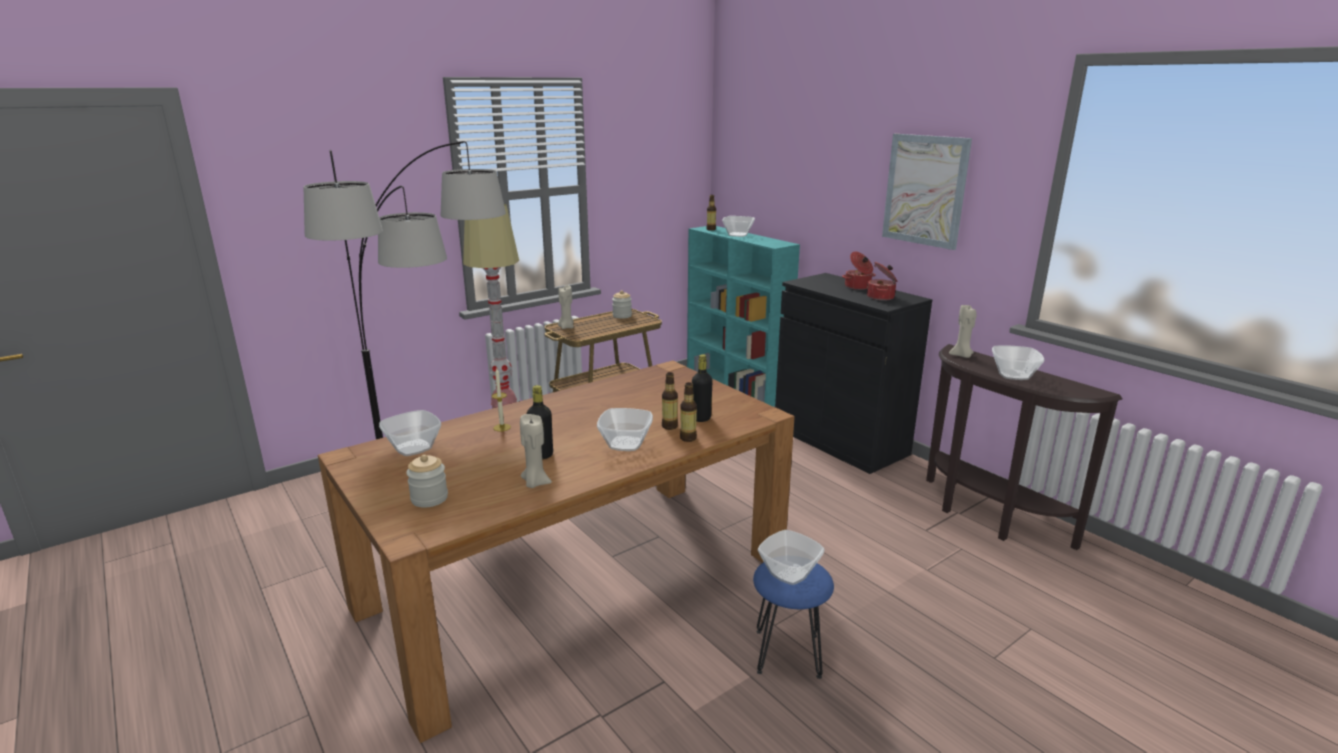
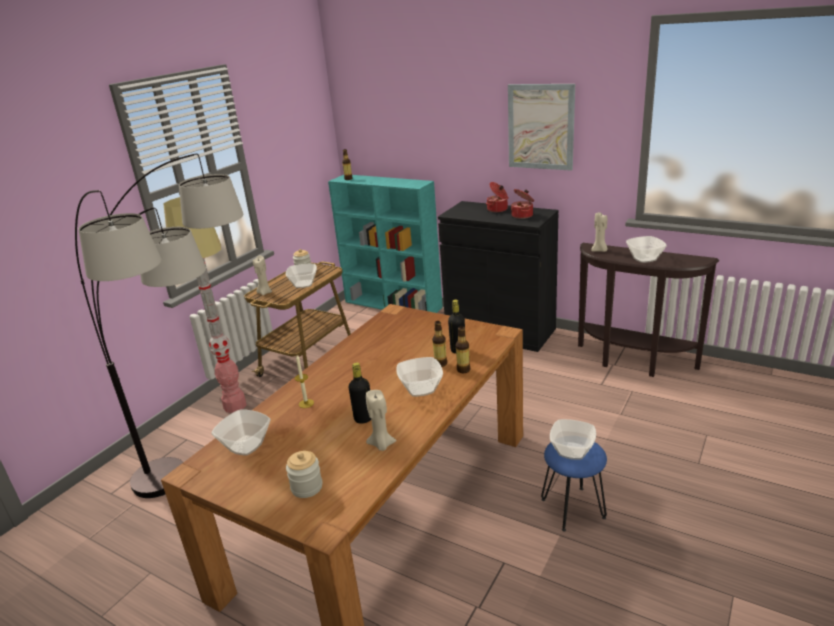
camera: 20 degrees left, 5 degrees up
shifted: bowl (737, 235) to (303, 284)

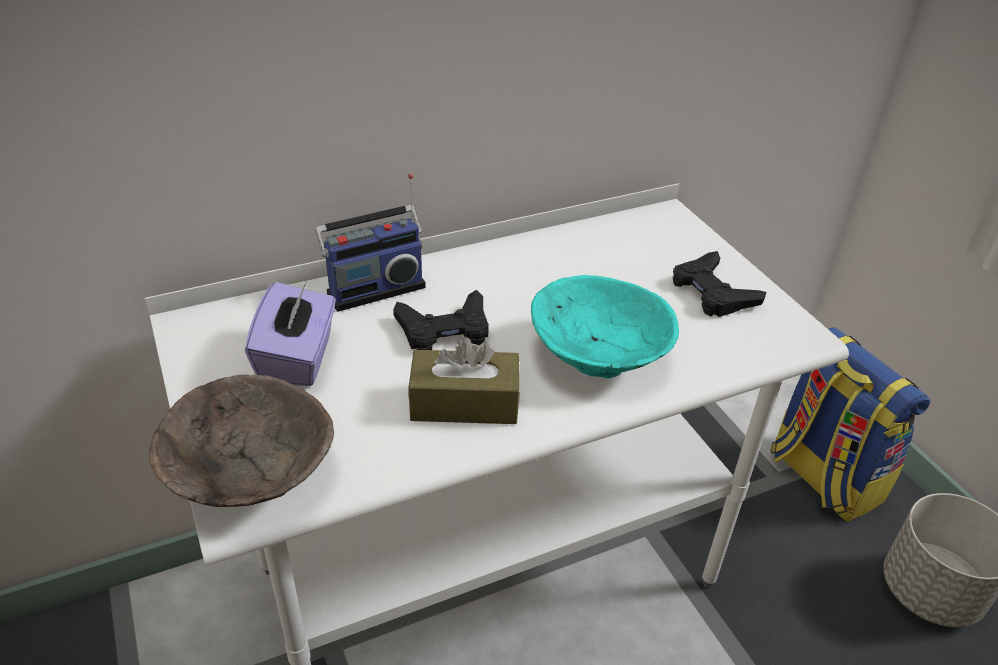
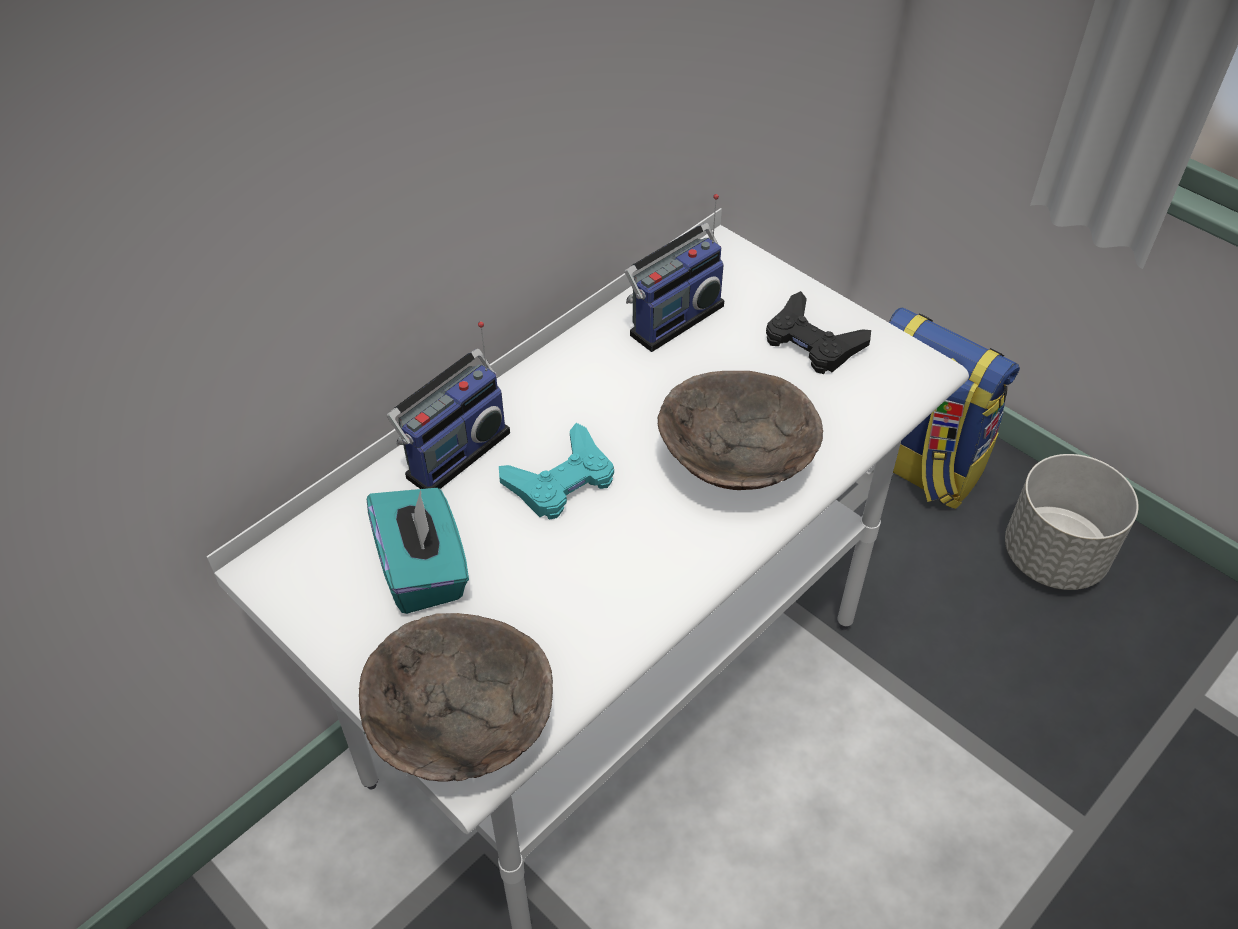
camera: 20 degrees left, 10 degrees up
gone: brown tissue box (464, 403)
new: radio (672, 318)
repainted: purple tissue box (298, 358) to turquoise tissue box (424, 570); black game controller (444, 330) to turquoise game controller (561, 481); turquoise bowl (597, 358) to brown bowl (735, 463)

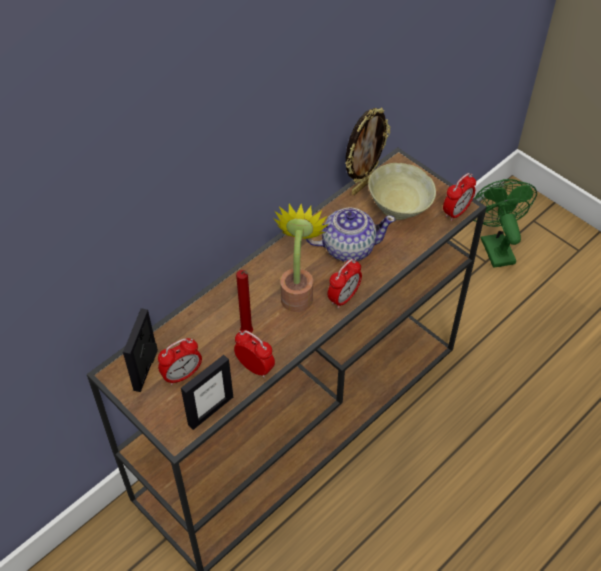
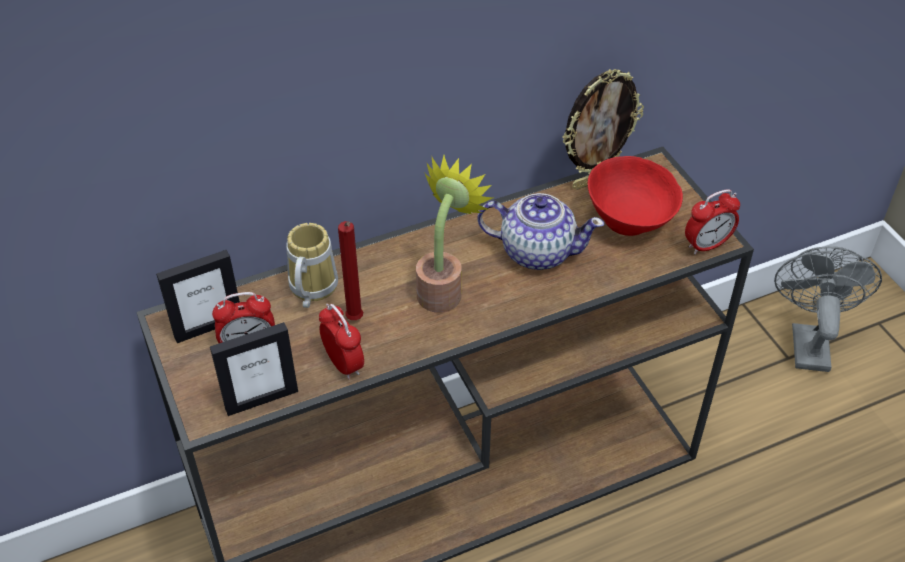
camera: 20 degrees right, 5 degrees down
gone: alarm clock (343, 298)
new: mug (309, 290)
repainted: beige bowl (399, 209) to red bowl (629, 222); green fan (494, 246) to grey fan (808, 341)
rotated: picture frame (146, 369) = (208, 327) 150 degrees counterclockwise

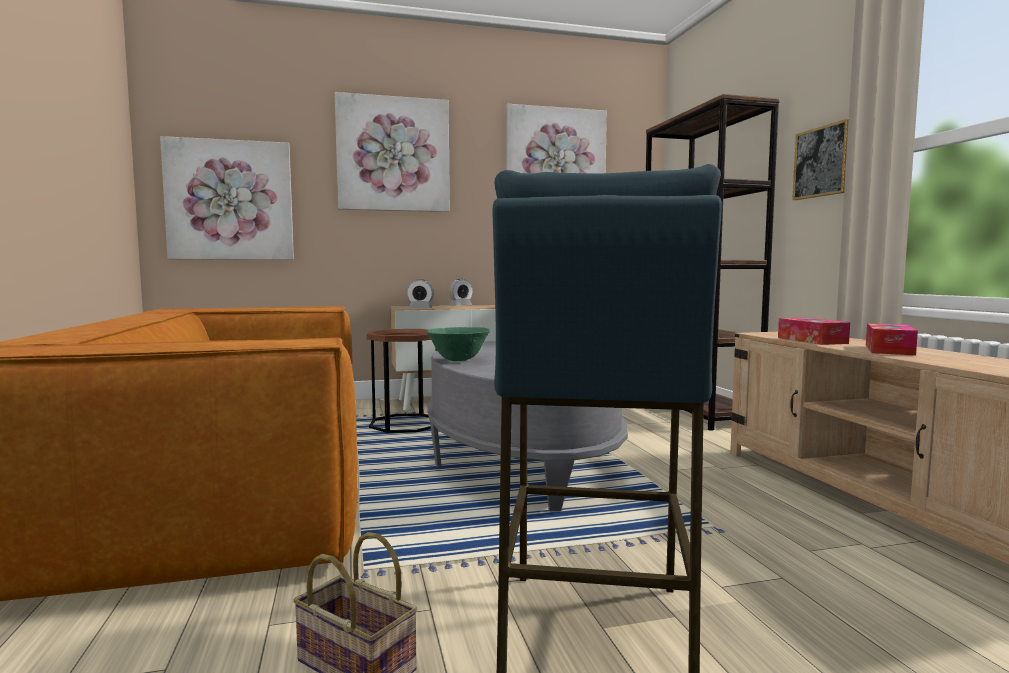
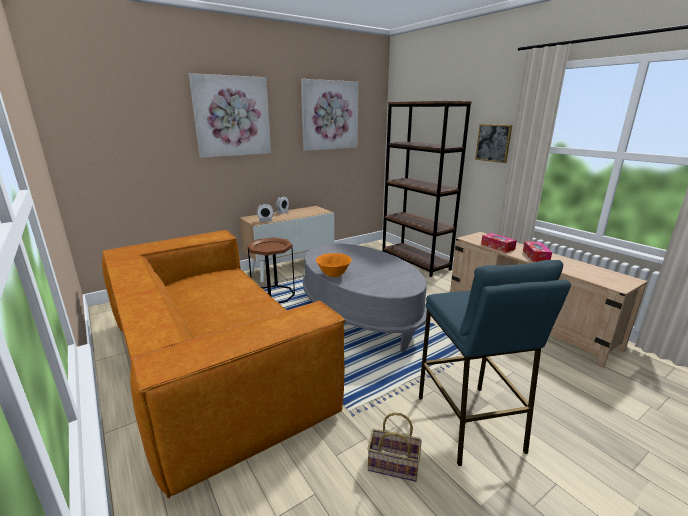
camera: 20 degrees left, 15 degrees up
gone: picture (230, 200)
repainted: green bowl (458, 360) to orange bowl (333, 275)

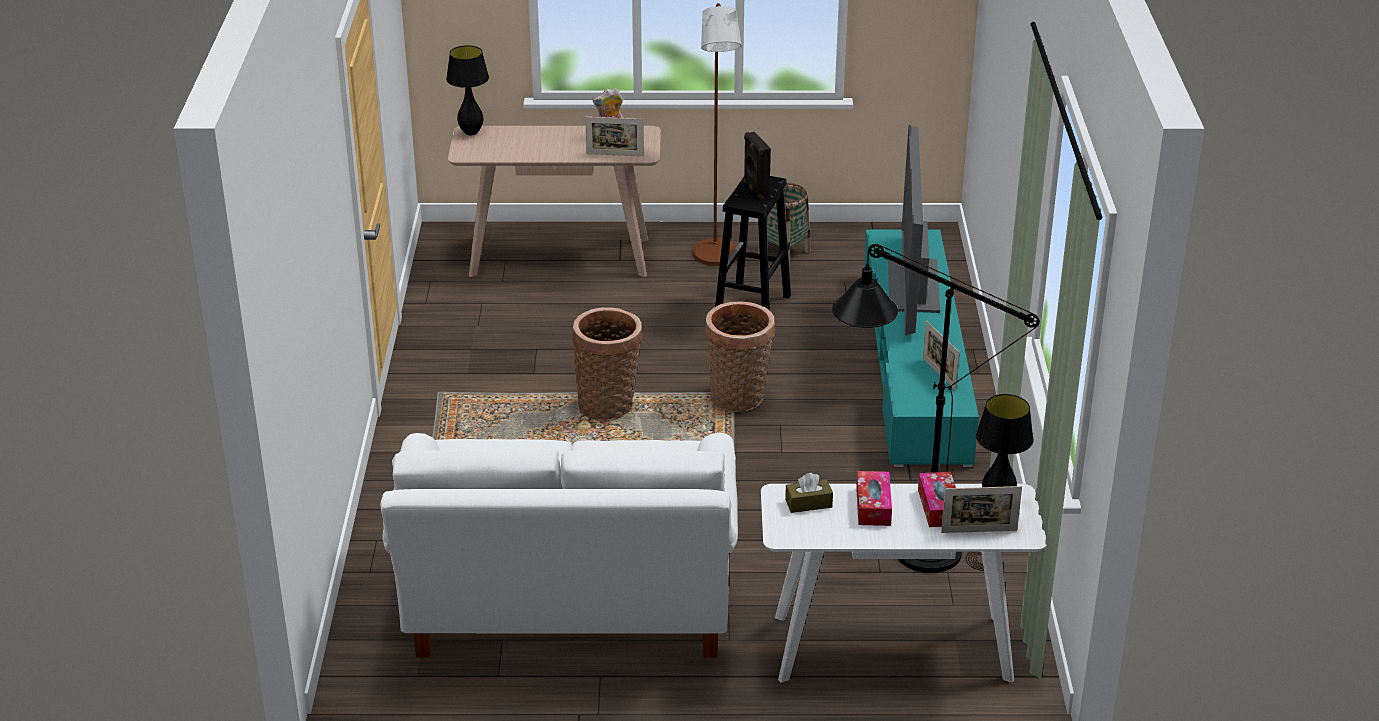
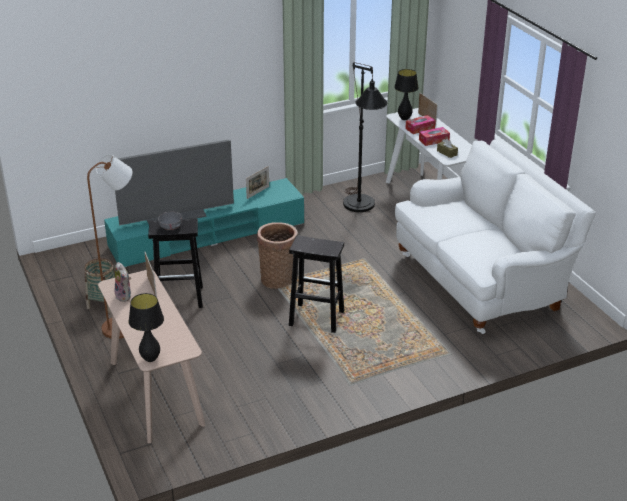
camera: 115 degrees left, 0 degrees up
swapped: basket (609, 405) to black stool (315, 318); black speaker (755, 190) to grey bowl (170, 227)

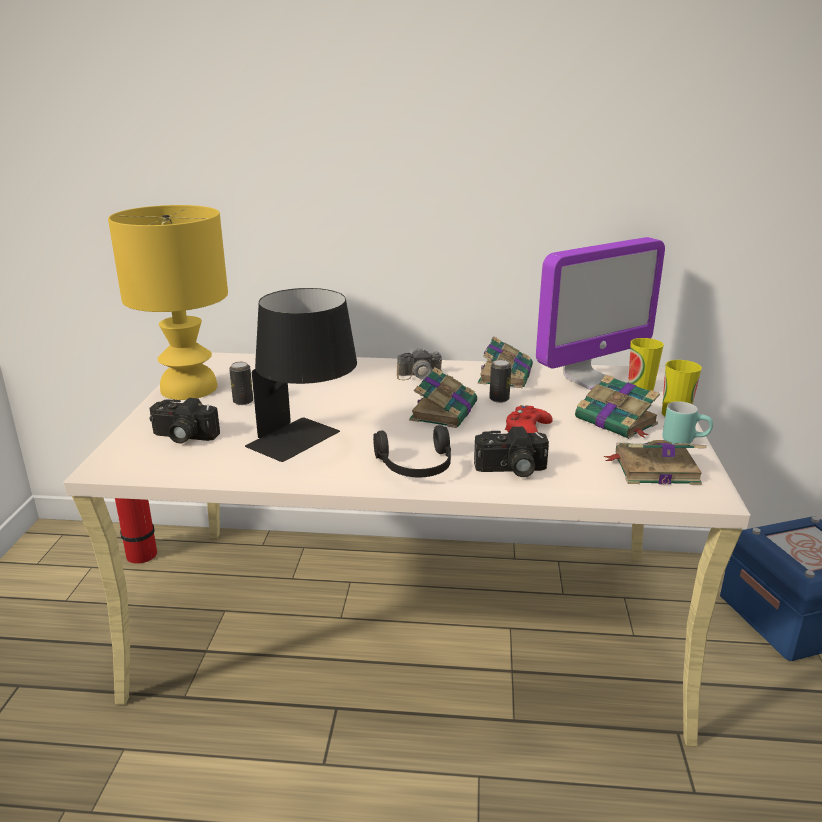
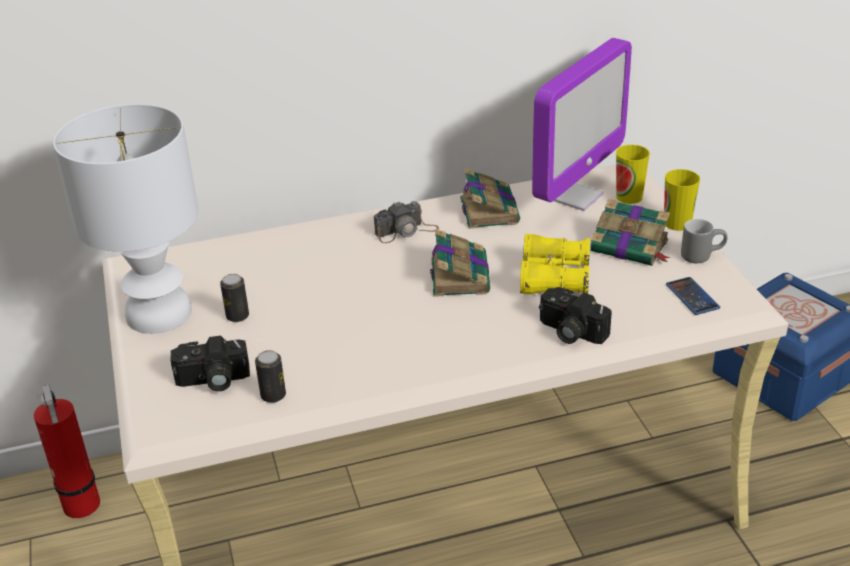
camera: 20 degrees left, 10 degrees up
gone: black table lamp (307, 443); black headphones (416, 466)
shifted: can (499, 399) to (273, 395)
swapped: red game controller (527, 429) to yellow binoculars (554, 278); book (653, 469) to phone (692, 296)
repainted: yellow table lamp (187, 388) to white table lamp (157, 314); turquoise mug (684, 441) to grey mug (701, 255)
rotated: photo camera (511, 470) = (569, 332) 60 degrees clockwise

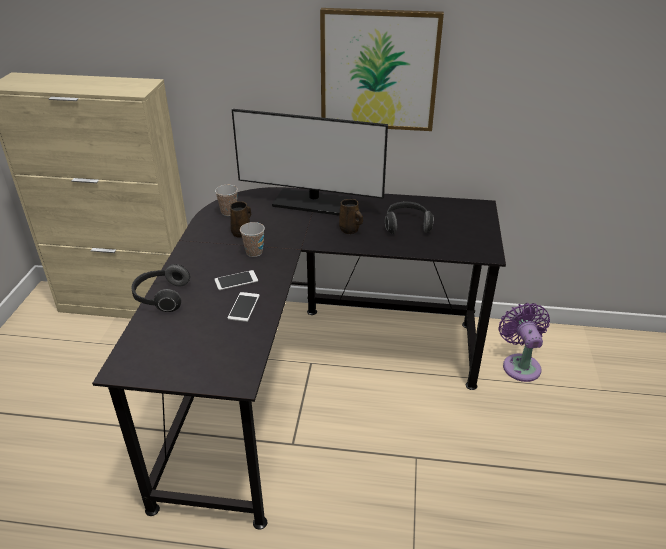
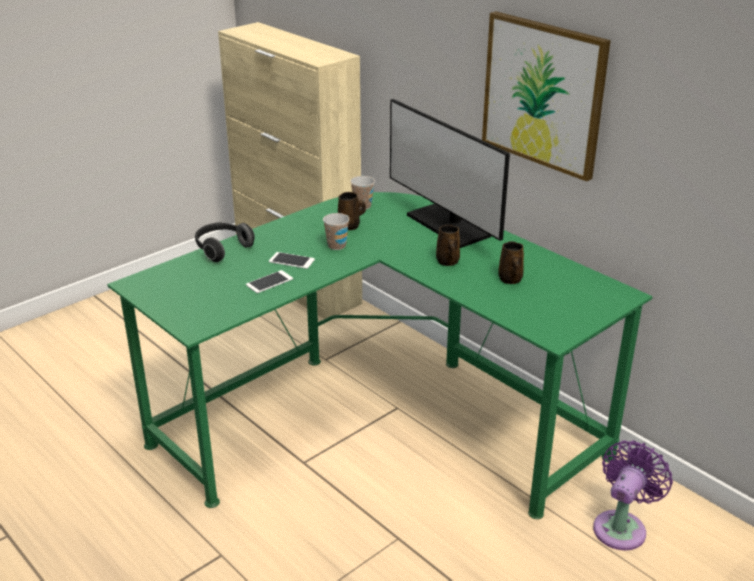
camera: 40 degrees right, 5 degrees down
swapped: headphones (406, 225) to brown mug (510, 280)
repainted: black desk (307, 377) to green desk (379, 418)

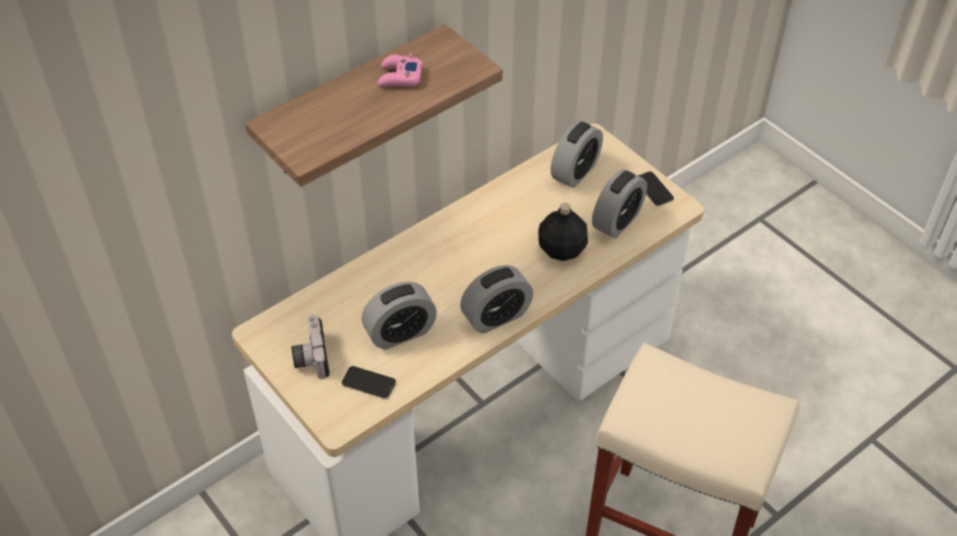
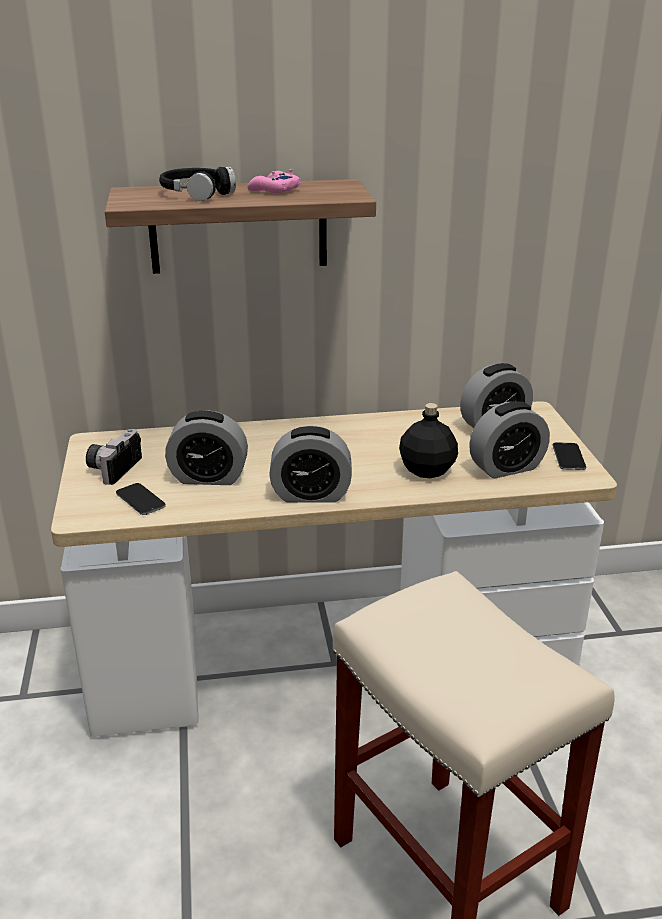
camera: 30 degrees right, 20 degrees down
new: black headphones (197, 193)

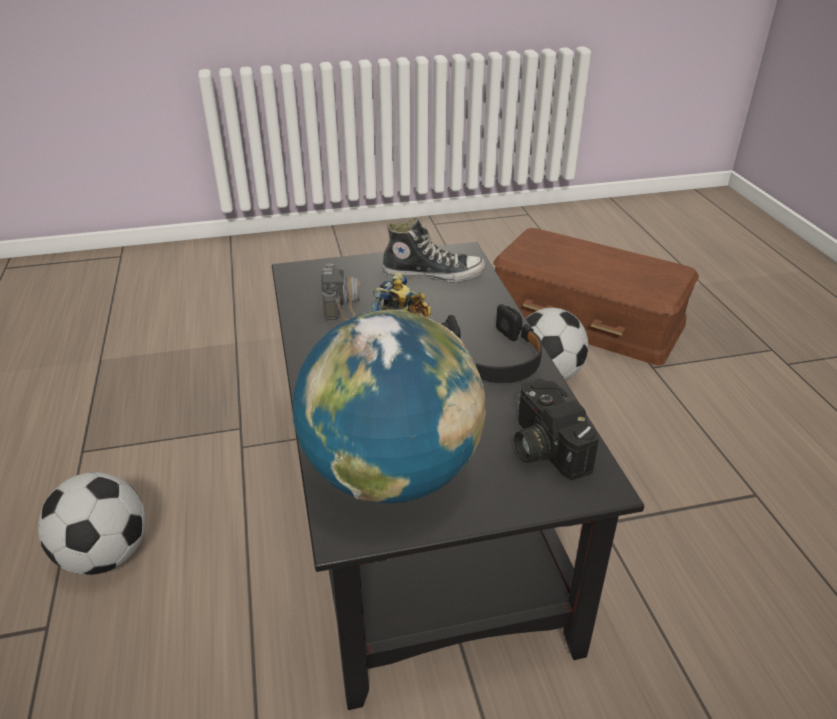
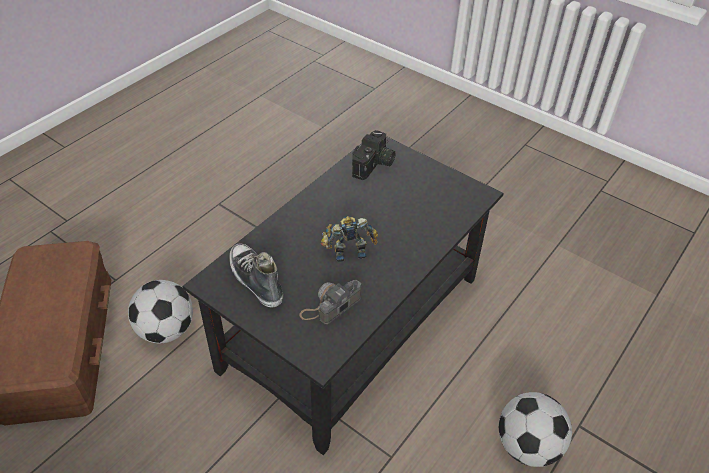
camera: 130 degrees left, 10 degrees up
gone: globe (391, 475); black headphones (493, 358)

